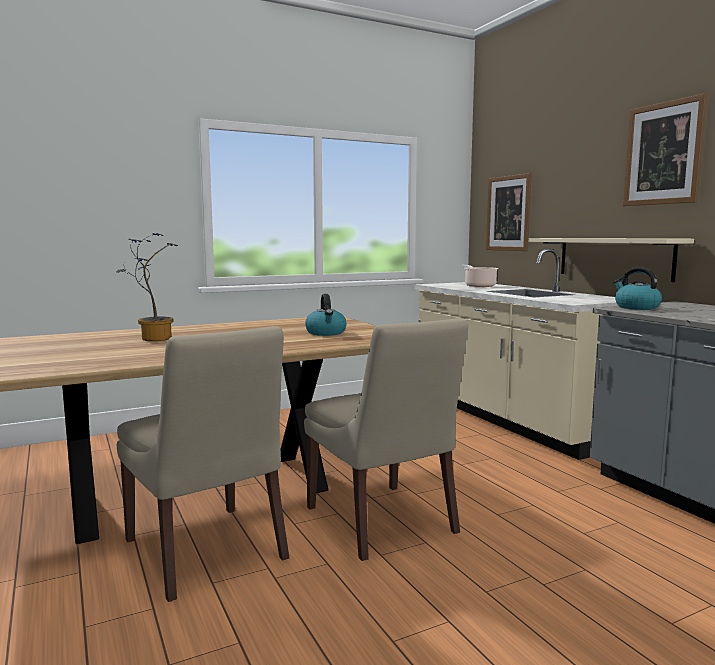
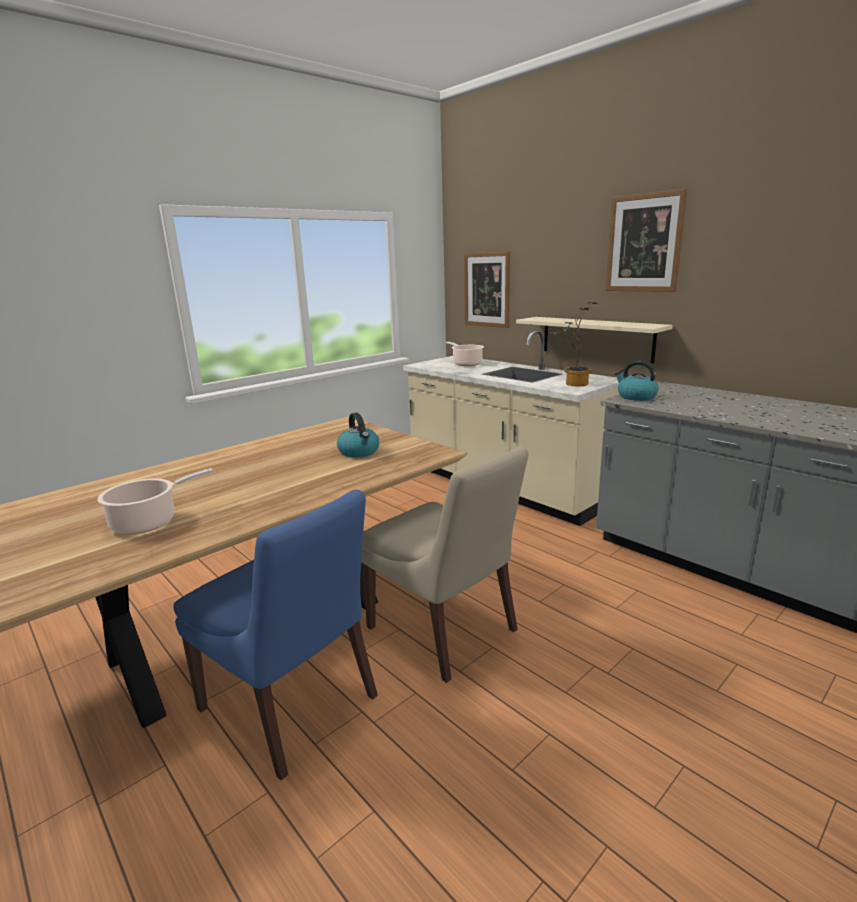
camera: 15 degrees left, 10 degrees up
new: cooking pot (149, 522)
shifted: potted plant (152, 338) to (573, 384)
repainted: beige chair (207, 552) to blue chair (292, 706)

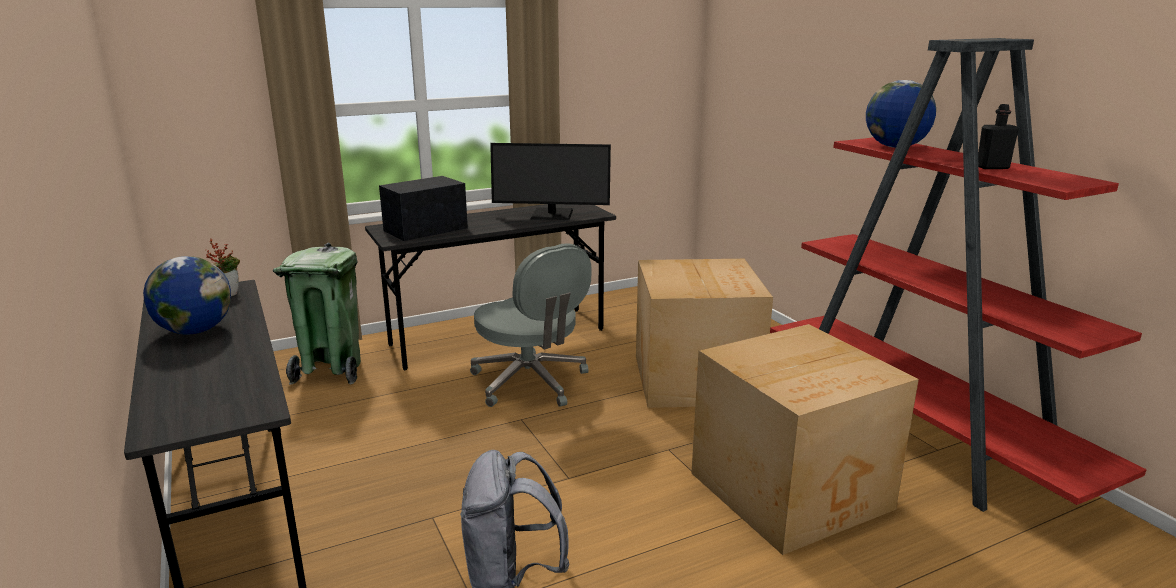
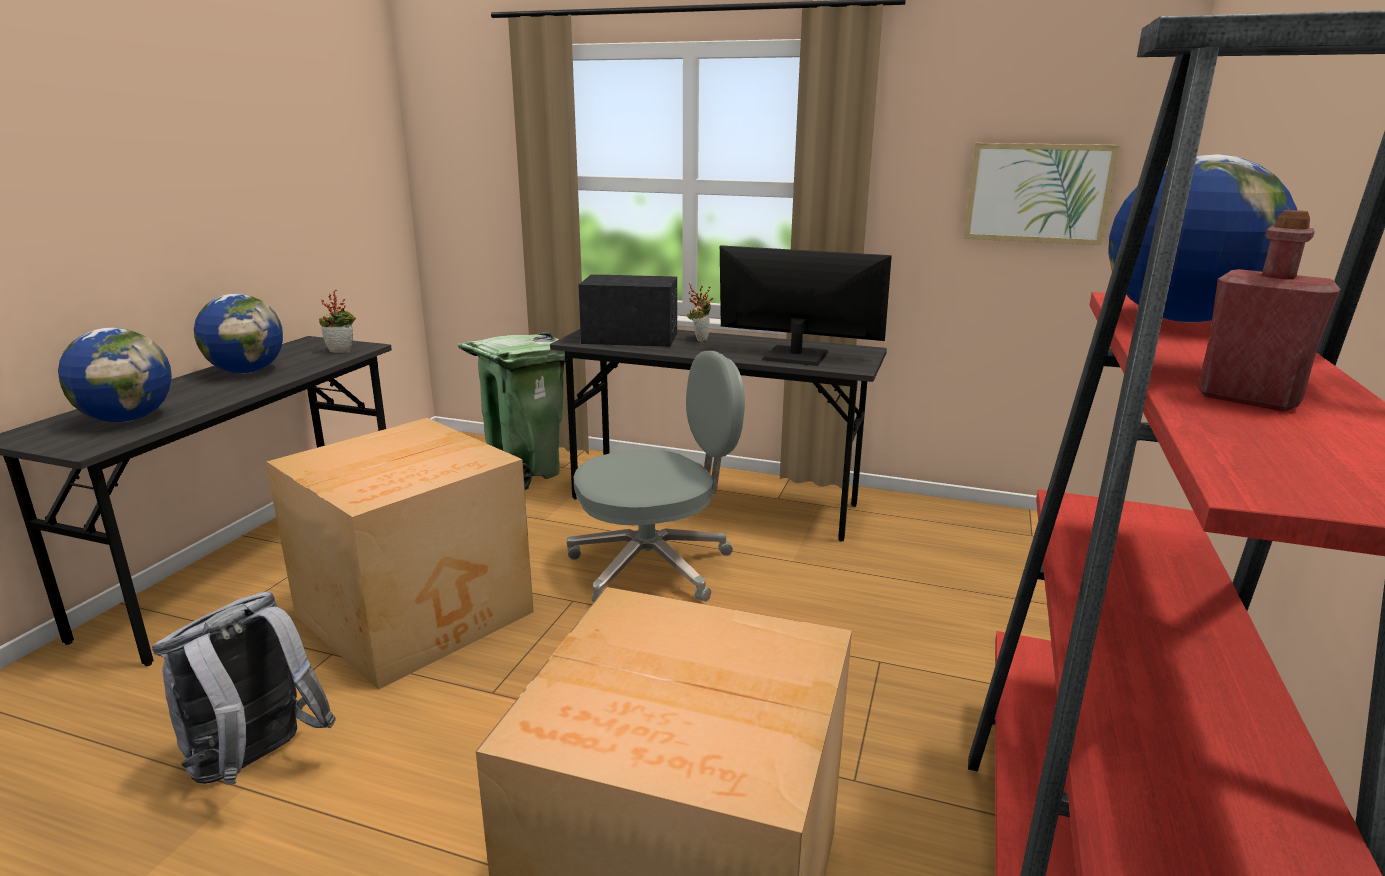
camera: 45 degrees right, 0 degrees up
new: globe (127, 419); potted plant (699, 339); picture (1037, 193)
shifted: cardboard box (696, 378) to (419, 614)
repainted: black bottle (992, 167) to red bottle (1247, 399)
rotated: grey office chair (531, 382) = (654, 566) 120 degrees counterclockwise; monitor (551, 215) = (796, 355) 150 degrees clockwise

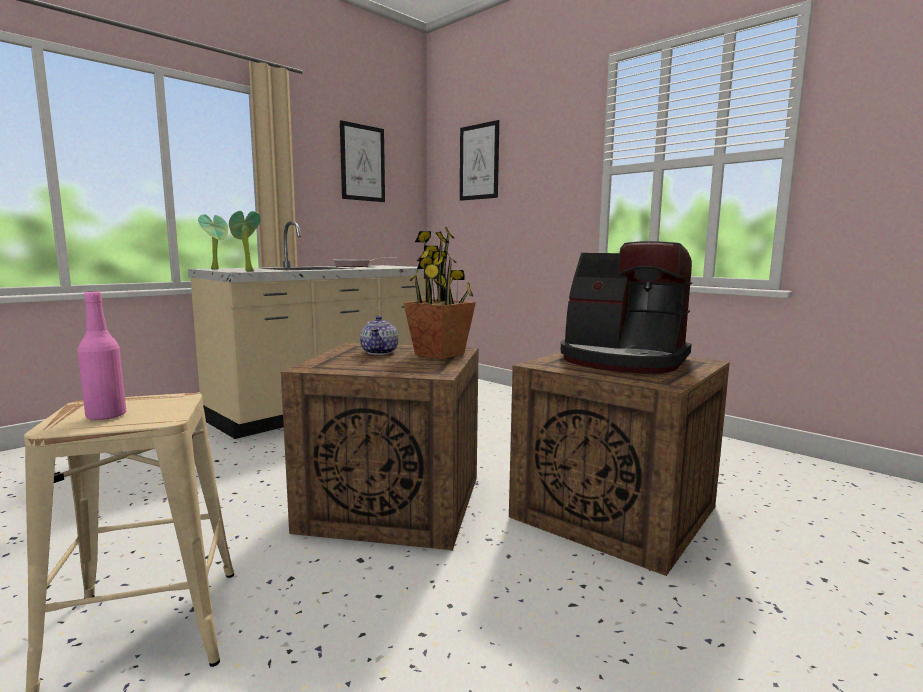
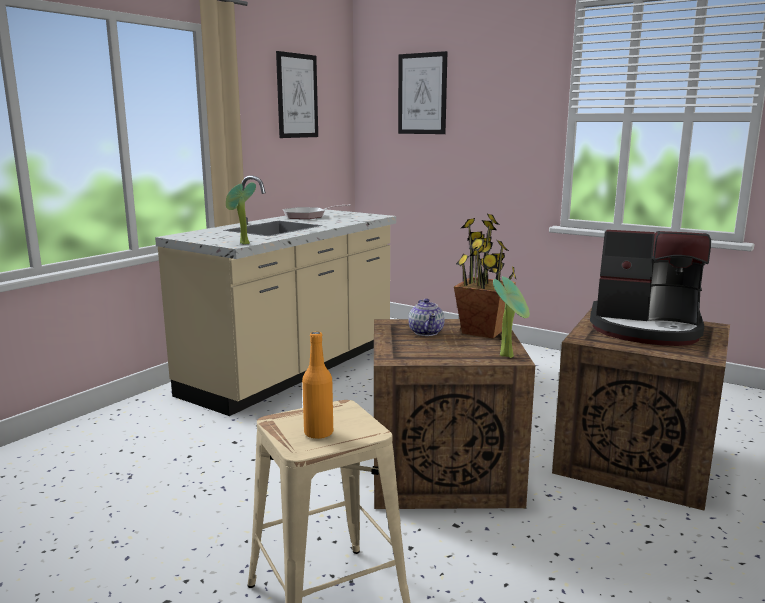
camera: 10 degrees left, 5 degrees up
shifted: potted plant (217, 269) to (509, 355)
repainted: pink bottle (106, 416) to orange bottle (318, 433)

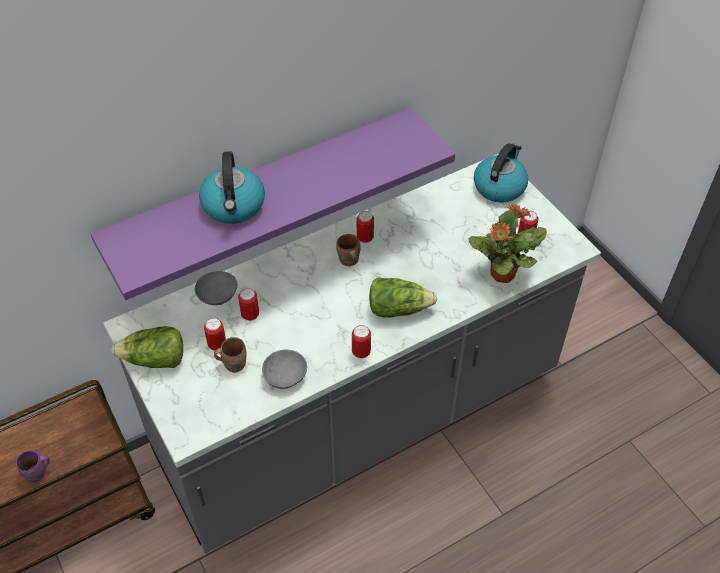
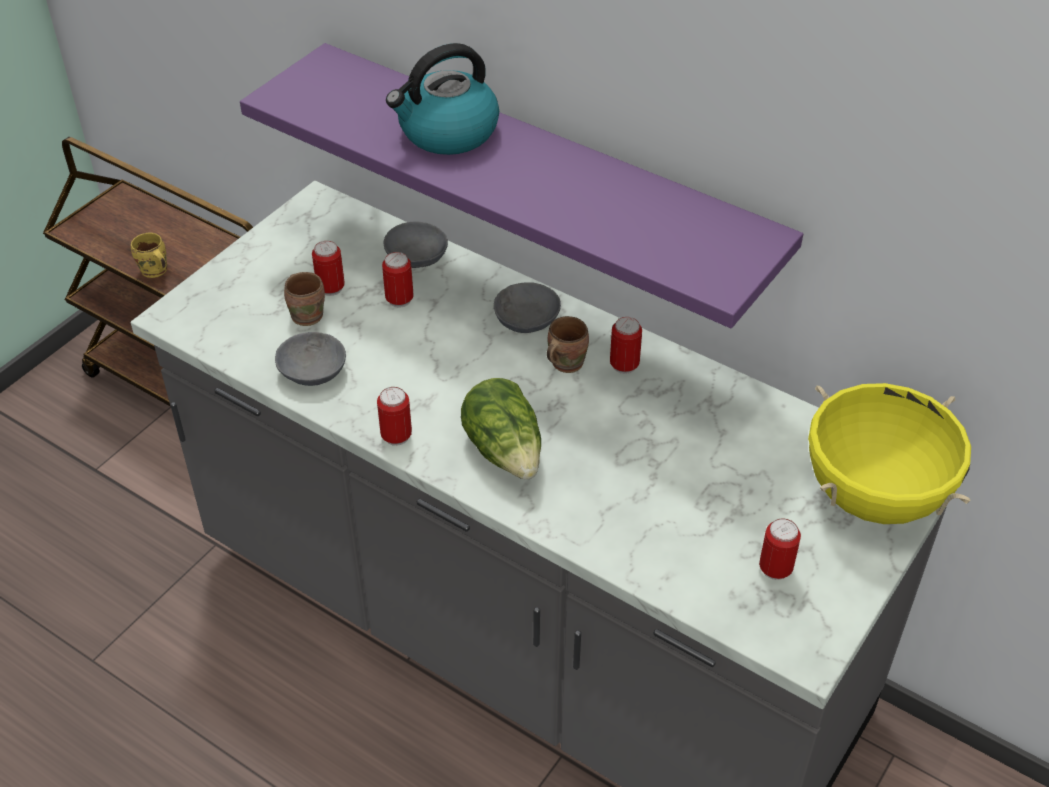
camera: 65 degrees right, 5 degrees down
gone: lettuce (155, 360); potted plant (501, 274)
new: grey bowl (527, 321)
swapped: kettle (499, 186) to yellow cooking pot (873, 496)
repainted: purple mug (37, 474) to yellow mug (154, 272)

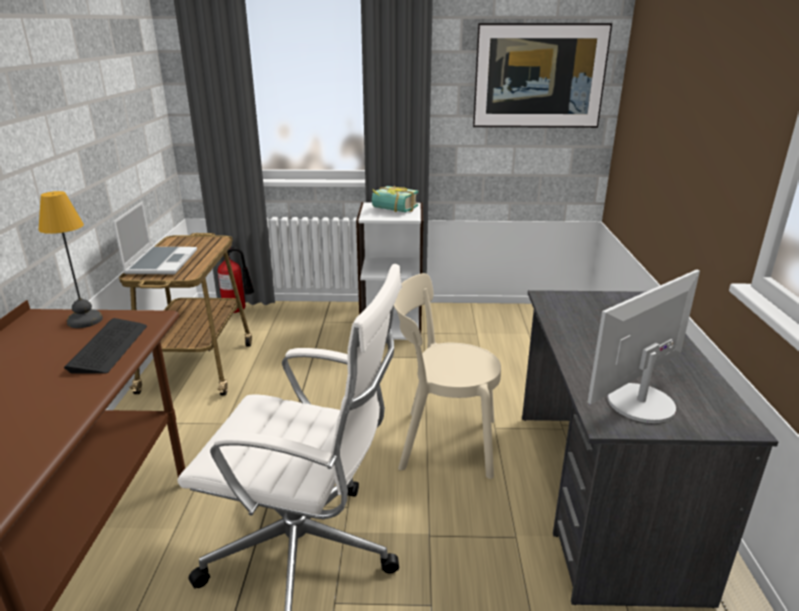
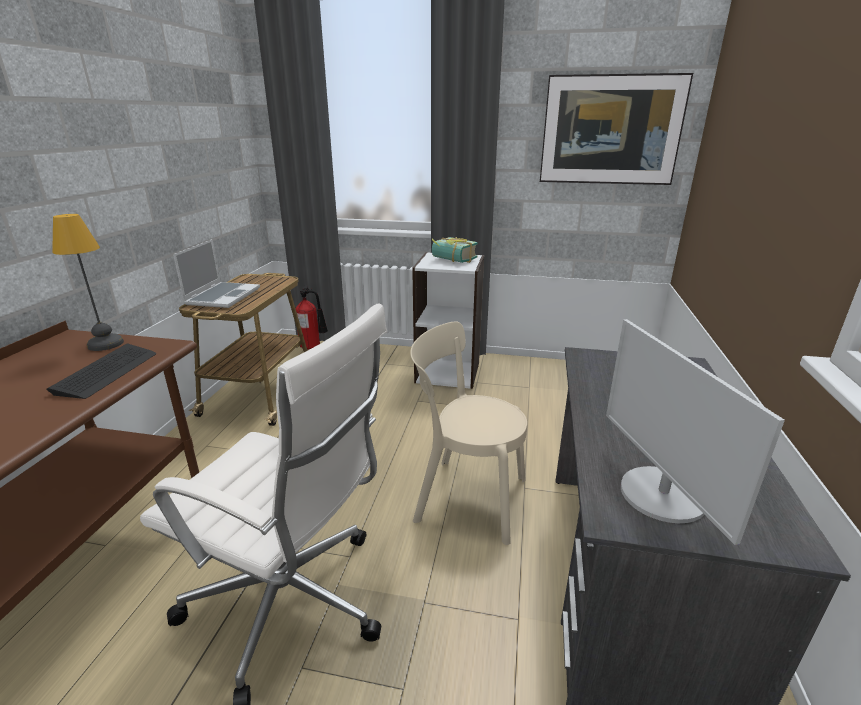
camera: 10 degrees right, 0 degrees up
rotated: monitor (639, 403) = (661, 495) 75 degrees counterclockwise

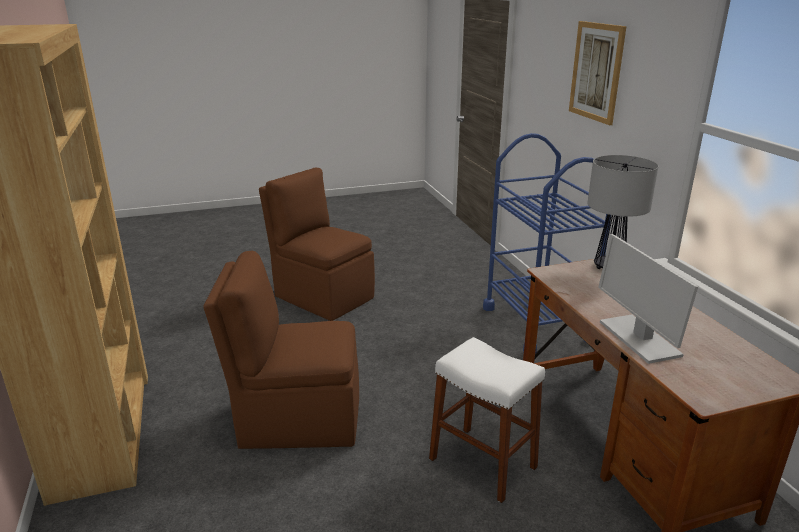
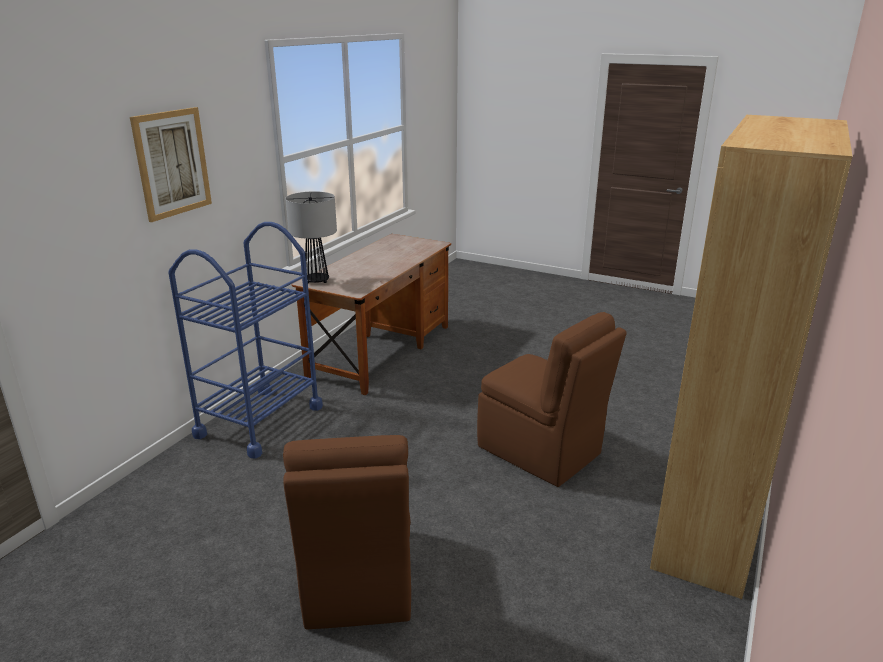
camera: 135 degrees left, 0 degrees up
gone: white stool (482, 463); monitor (638, 338)

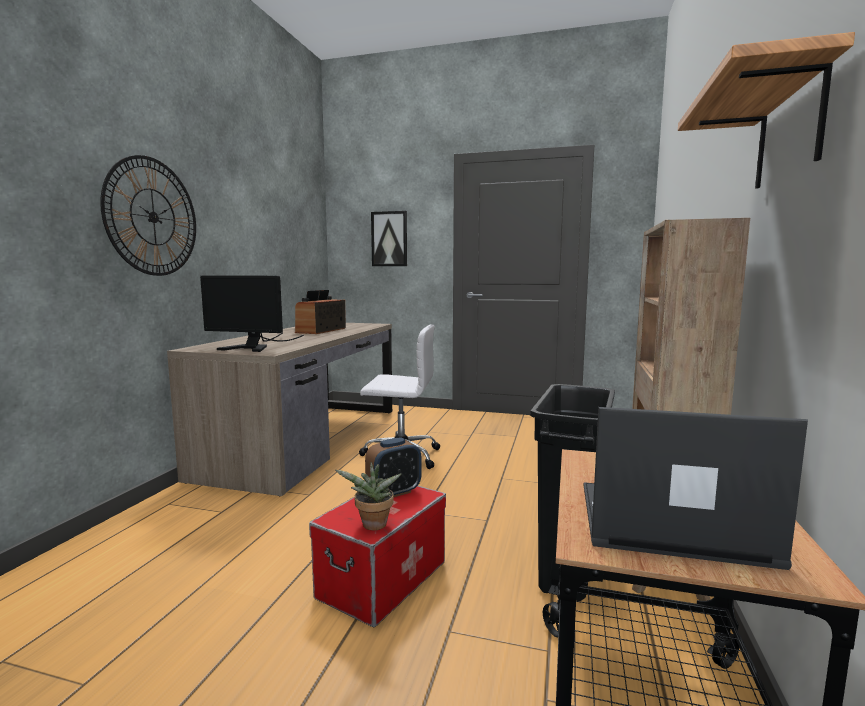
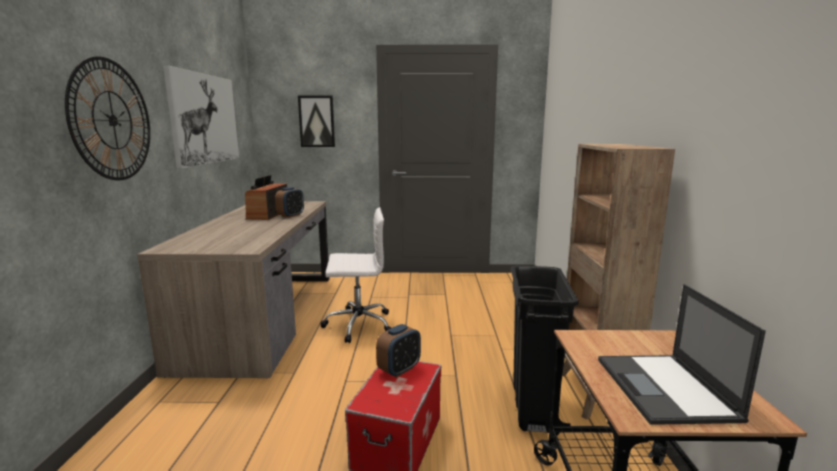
camera: 15 degrees left, 5 degrees up
gone: monitor (256, 346); potted plant (373, 526); shelf (789, 130)
new: picture (204, 119); alarm clock (291, 216)
rotated: laptop (668, 523) = (666, 389) 90 degrees counterclockwise

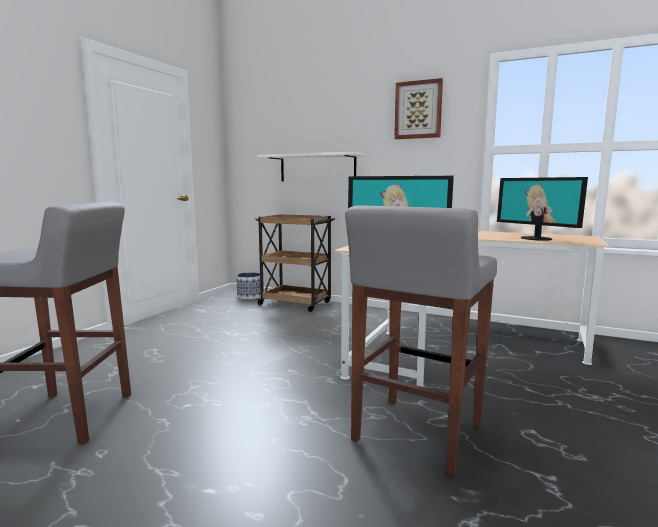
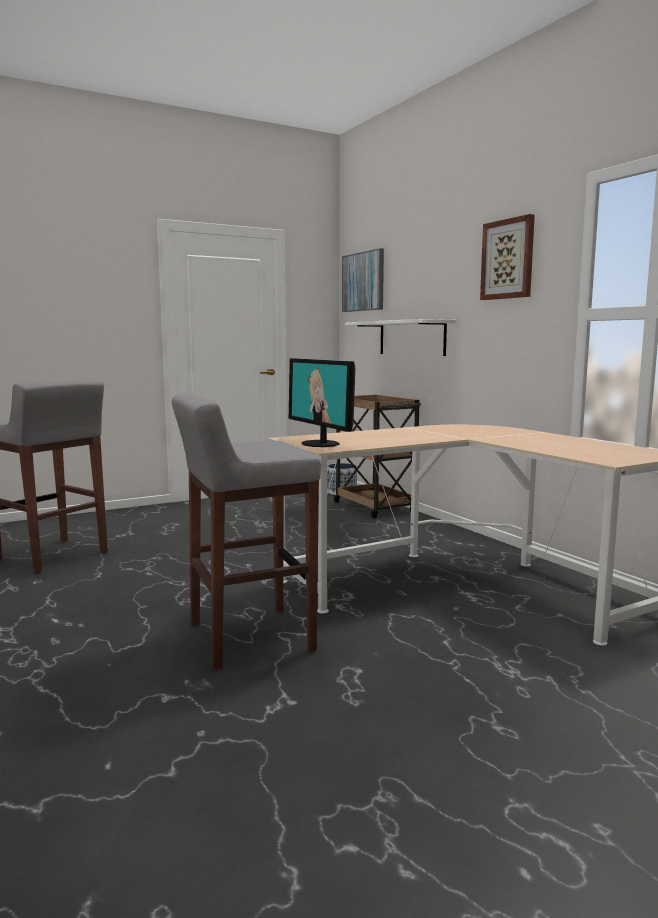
camera: 35 degrees right, 0 degrees up
gone: monitor (536, 238)
new: picture (363, 282)

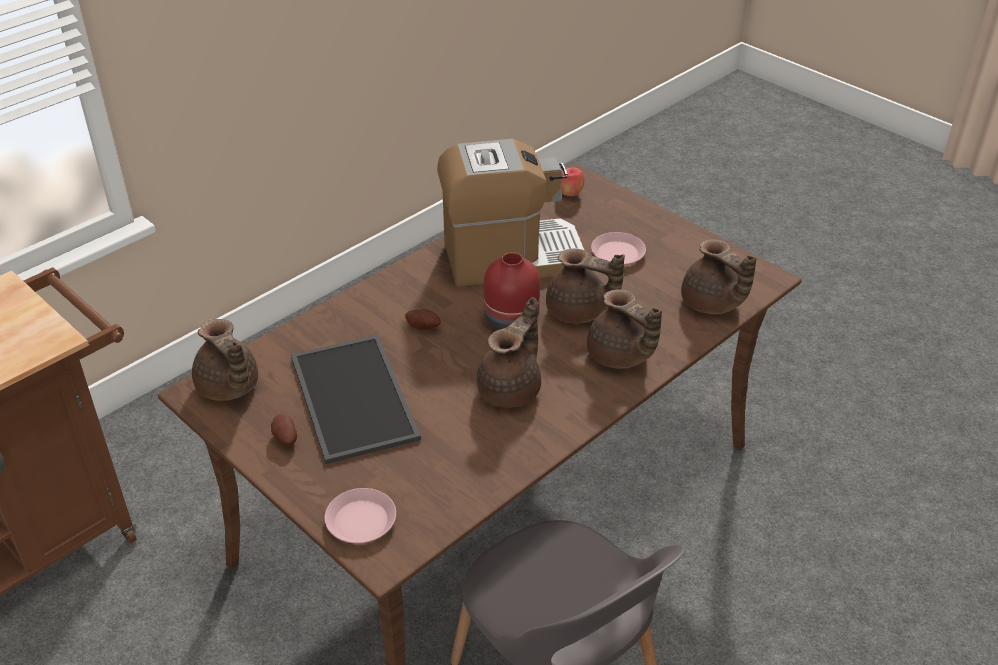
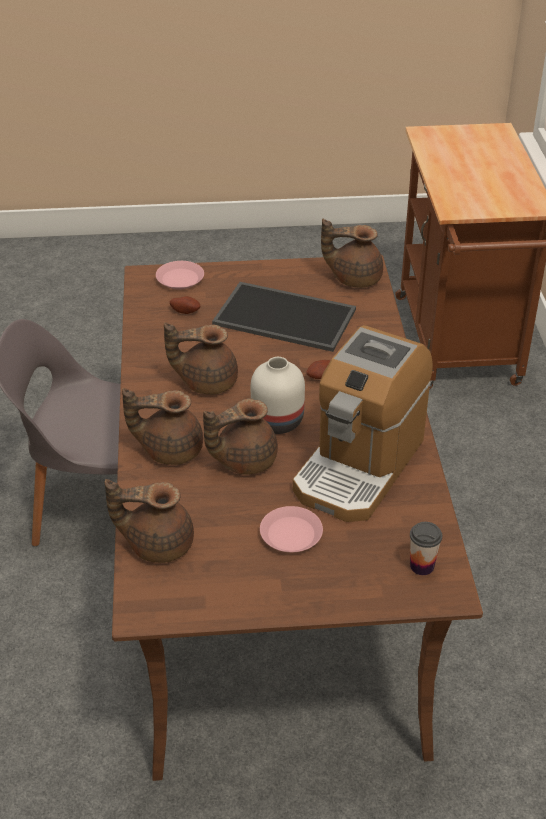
camera: 130 degrees right, 0 degrees up
shifted: potato (285, 438) to (185, 311)
swapped: apple (570, 194) to cup (422, 566)
repainted: red vase (511, 319) to white vase (278, 422)
rotated: brown teapot (511, 389) = (206, 381) 105 degrees clockwise

